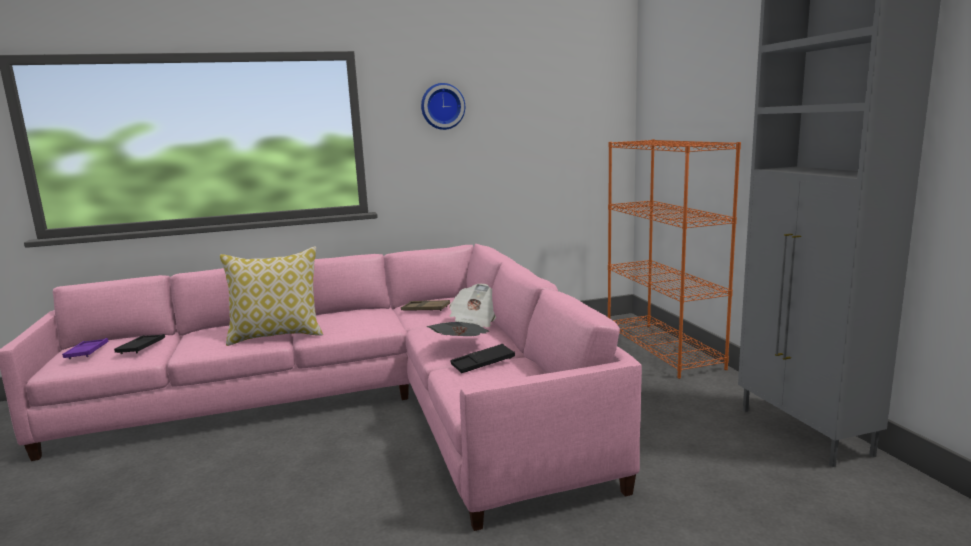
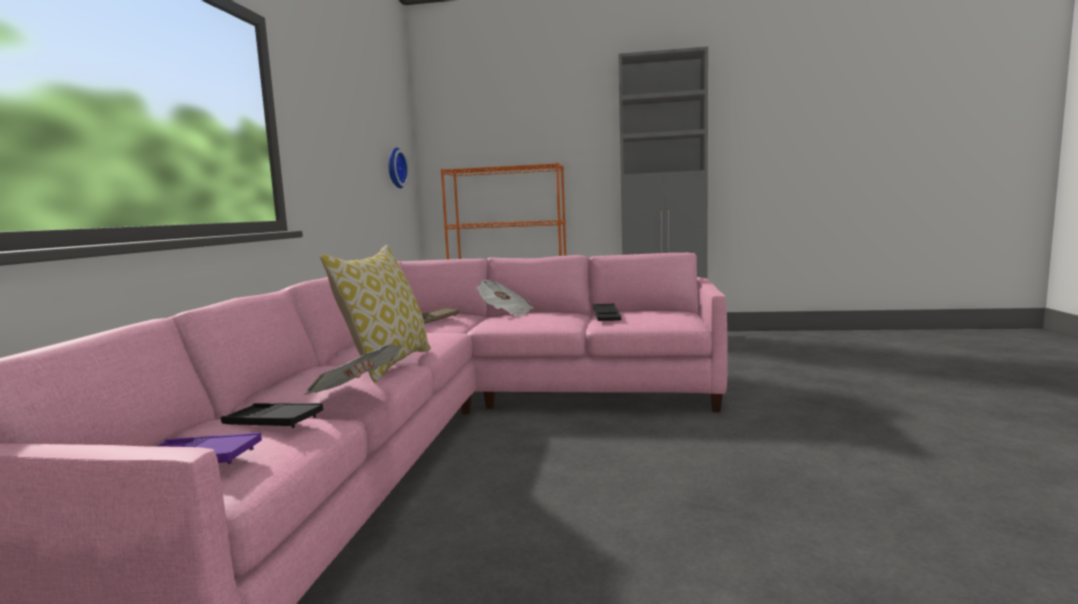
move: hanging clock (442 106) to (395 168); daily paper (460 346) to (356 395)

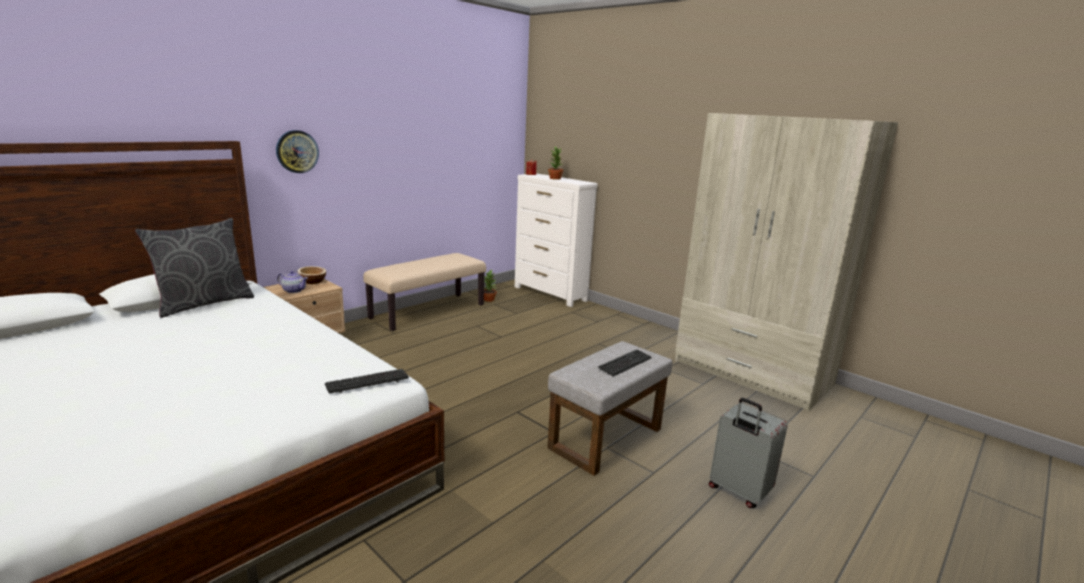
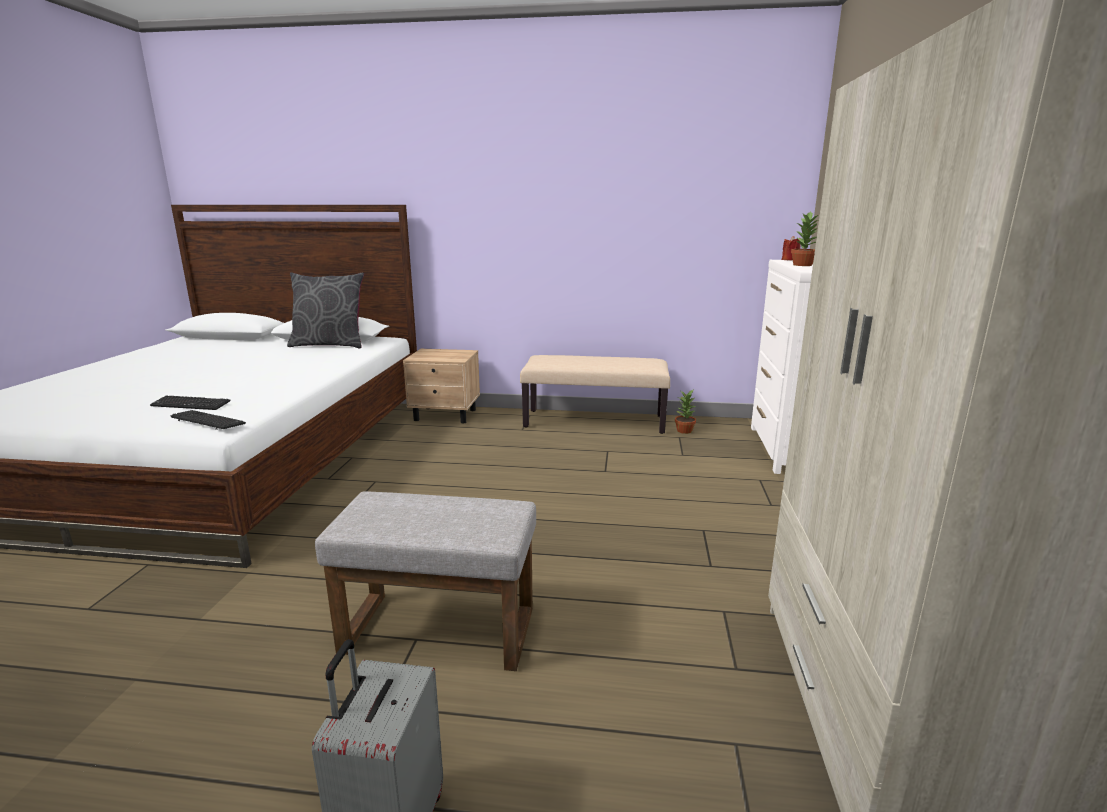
delete: hanging clock (297 151); deep dish (312 281); tea pot (293 291)
move: computer keyboard (625 364) to (191 404)

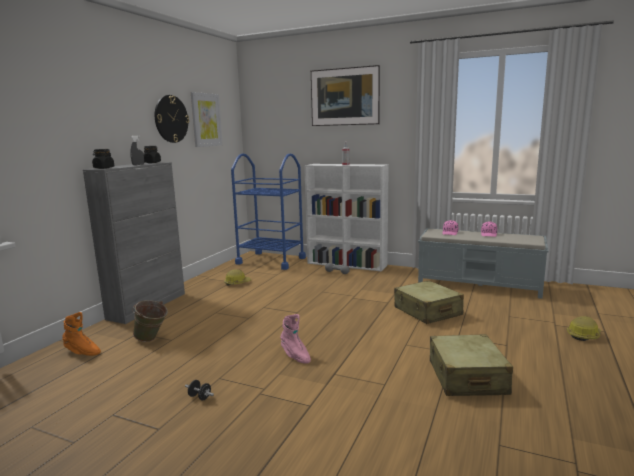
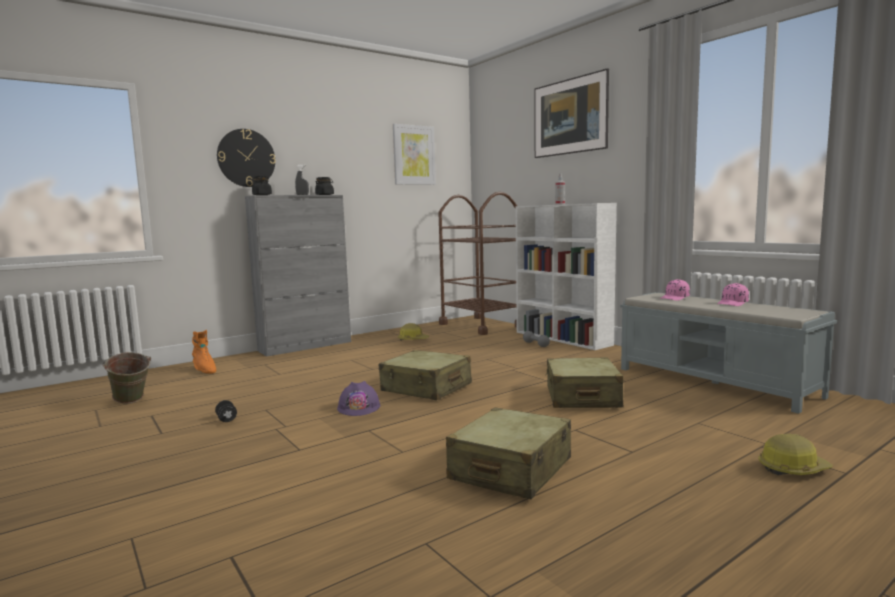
insert: sand-coloured piece of luggage (426 388)
move: hanging clock (171 119) to (246 158); green bucket (152 339) to (131 402)
replace: pink-coloured high-top boot (295 356) to purple-coloured safety helmet (359 407)
recolor: bluish trolley (271 260) to brownish trolley (480 325)

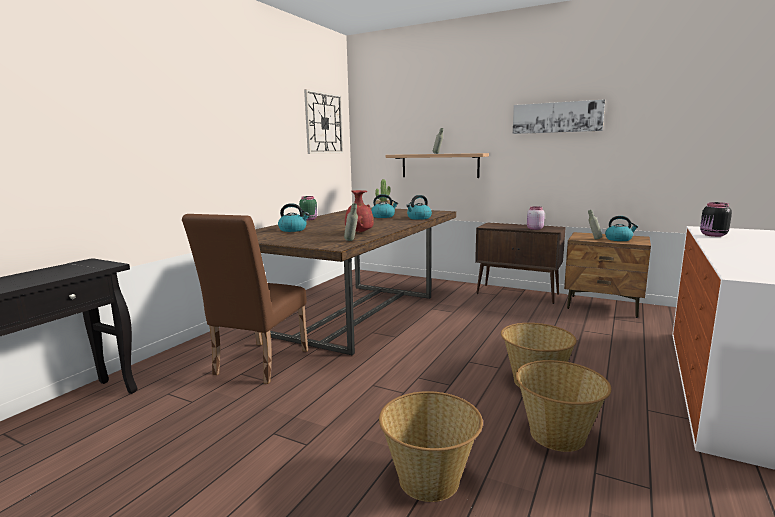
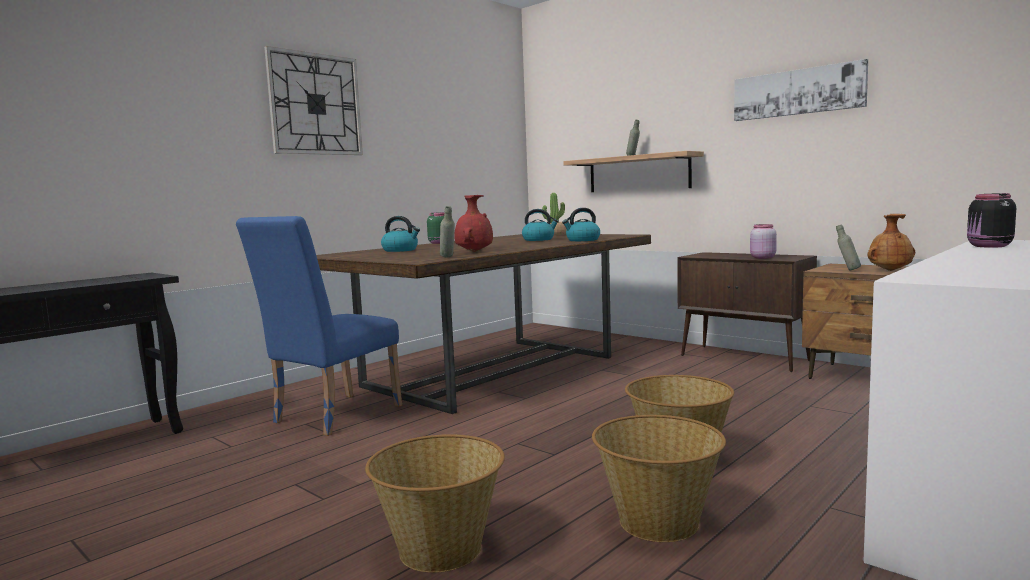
move: hanging clock (324 123) to (315 104)
replace: kettle (619 239) to brownish vase (889 270)
recolor: brownish plain chair (257 365) to bluish plain chair (330 416)

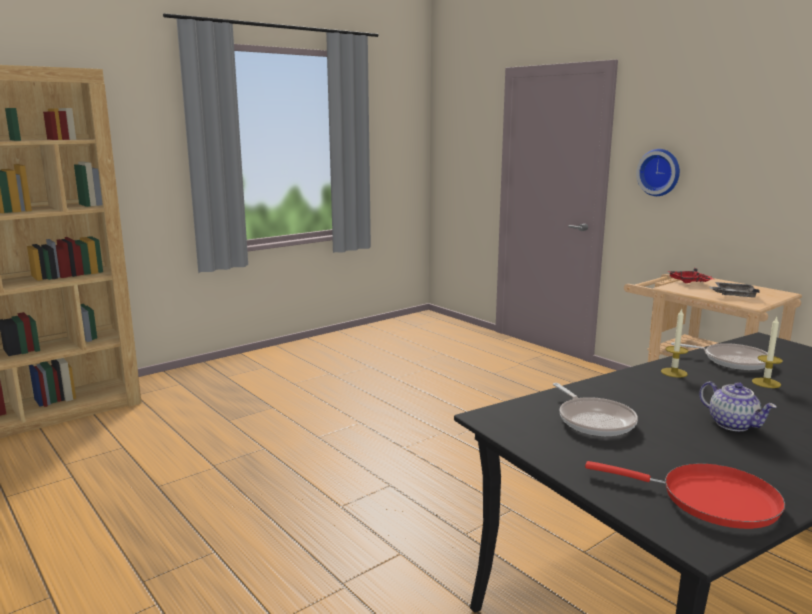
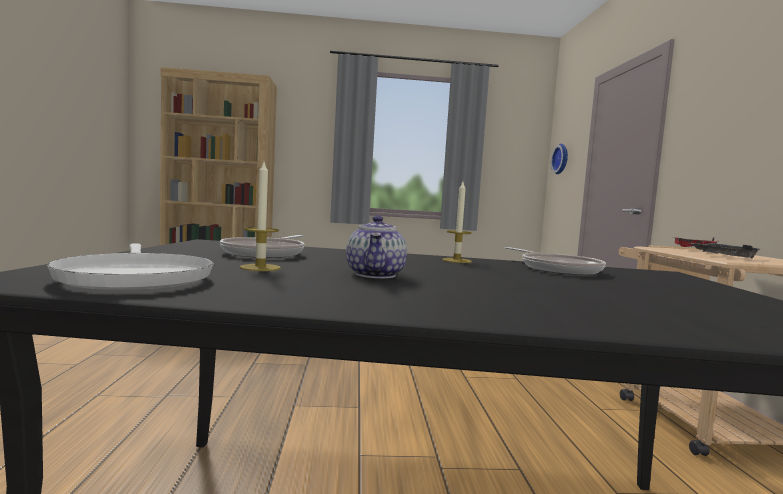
move: hanging clock (660 172) to (562 159); wax candle (766 383) to (260 267)
recolor: red-coloured pan (710 500) to whitish pan (135 277)

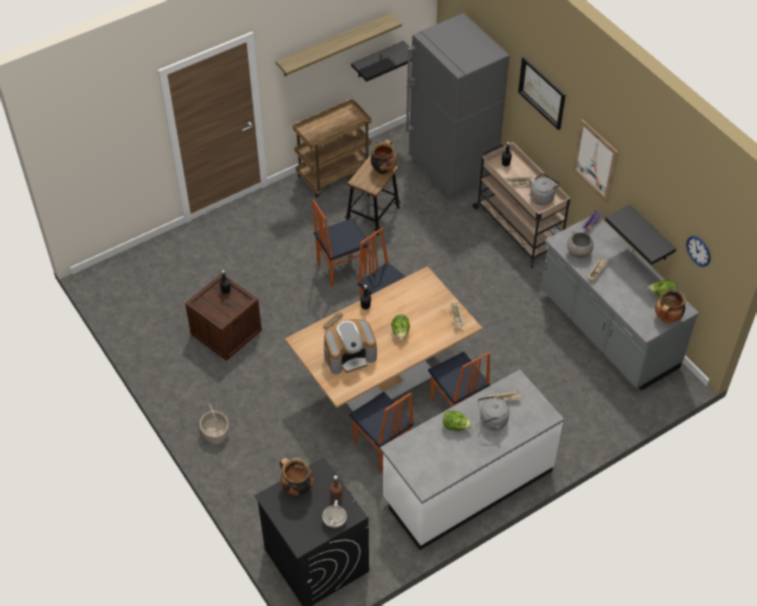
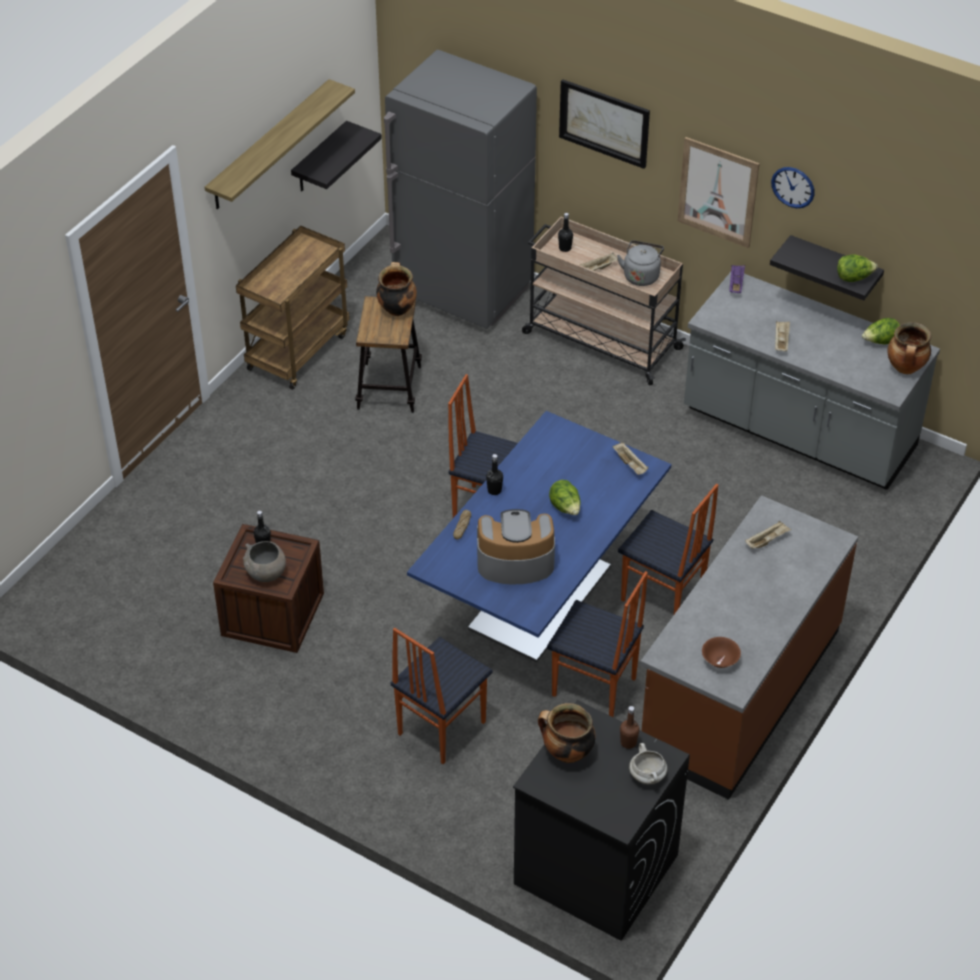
delete: gray kettle (491 421); storage basket (215 432)
insert: brownish deep dish (719 660)
move: plain chair (341 268) to (440 728); gray deep dish (578 253) to (266 574); hanging clock (698 251) to (793 187); head of lettuce (455 426) to (854 278)
recolor: brownish kitchen table (383 379) to bluish kitchen table (540 597); whitish kitchen counter (467 484) to brownish kitchen counter (739 691)
rotate: coffee machine (350 355) = (515 562) 135 degrees counterclockwise

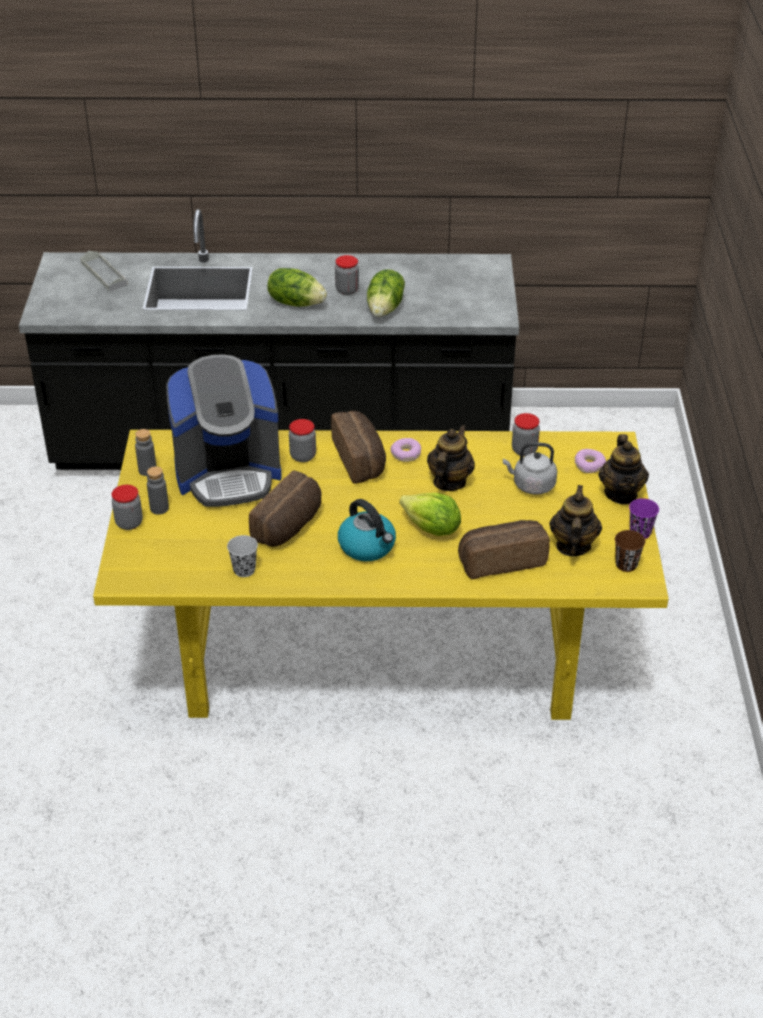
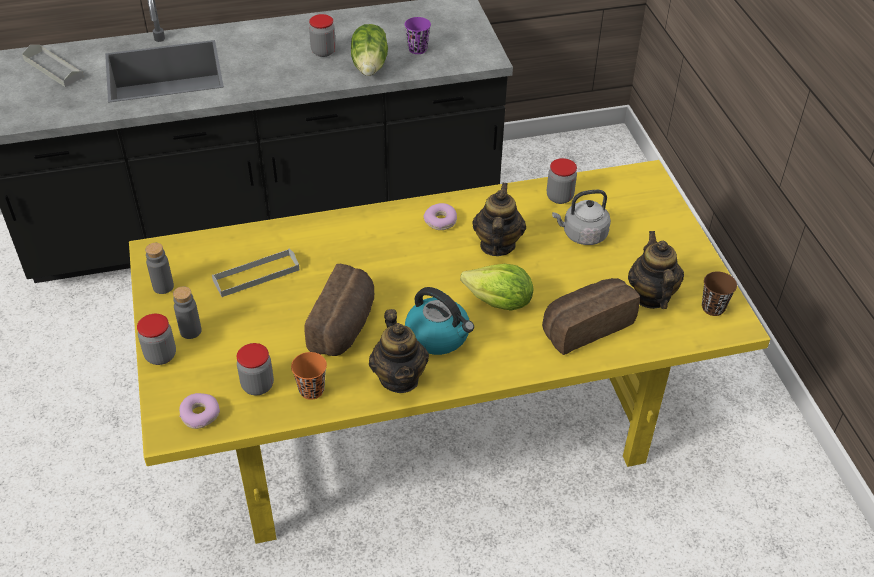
delete: head of lettuce (296 302); baked bread (361 459)
move: jar (303 456) to (257 385); tea pot (621 494) to (399 378); doughnut (589 465) to (200 414); purple-coloured cup (640 532) to (417 49)
replace: coffee machine (228 473) to gray tray (256 275)
recolor: blackish cup (244 570) to orangey cup (311 390)

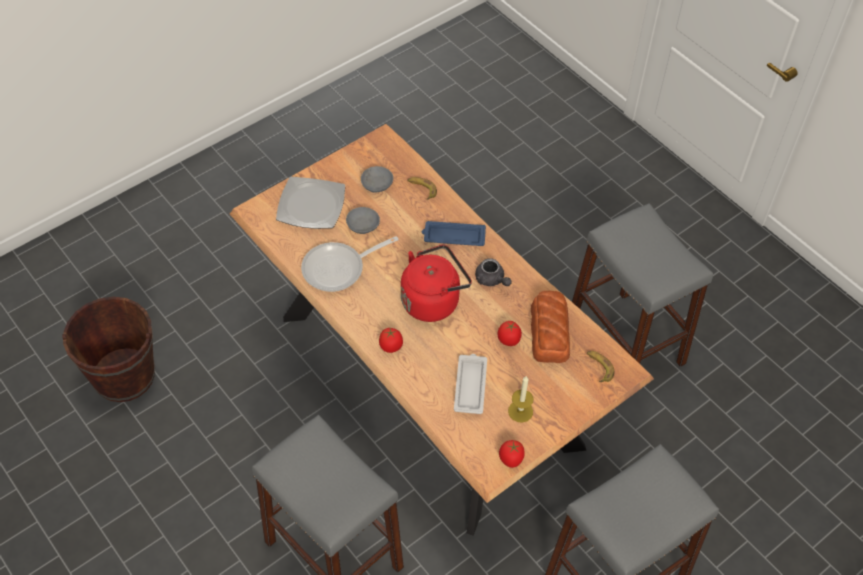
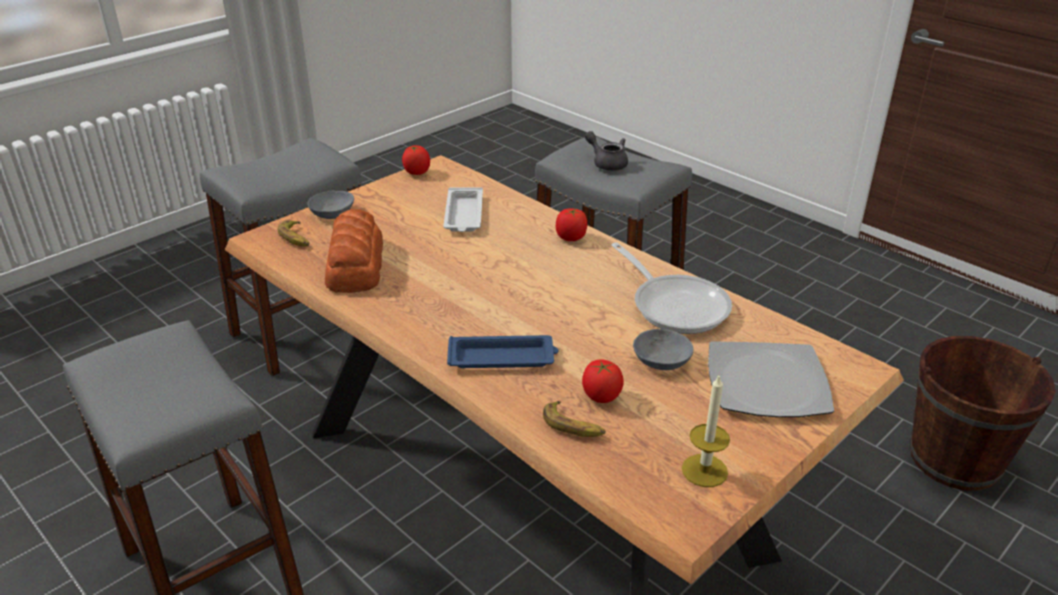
delete: red-coloured kettle (433 300)
move: gray deep dish (377 185) to (332 212); gray tea pot (491 280) to (607 163); tomato (509 340) to (601 396); wax candle (520 411) to (704 470)
rotate: pan (339 269) = (675 305) 90 degrees clockwise

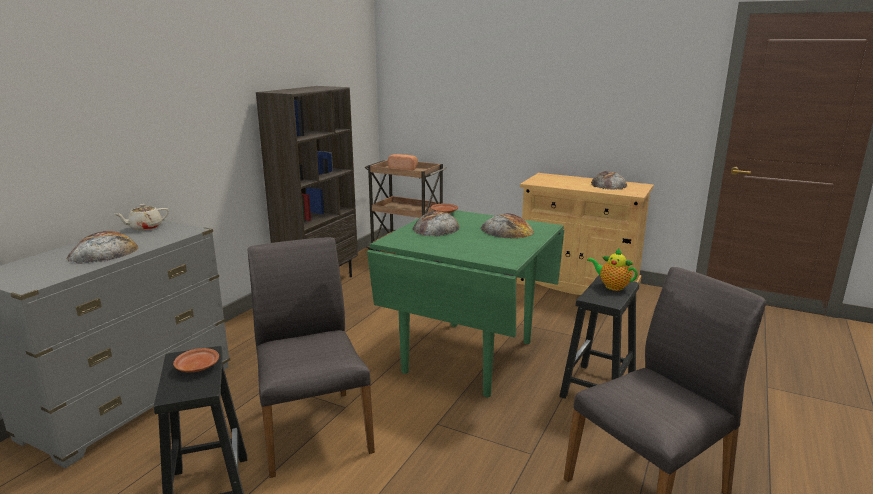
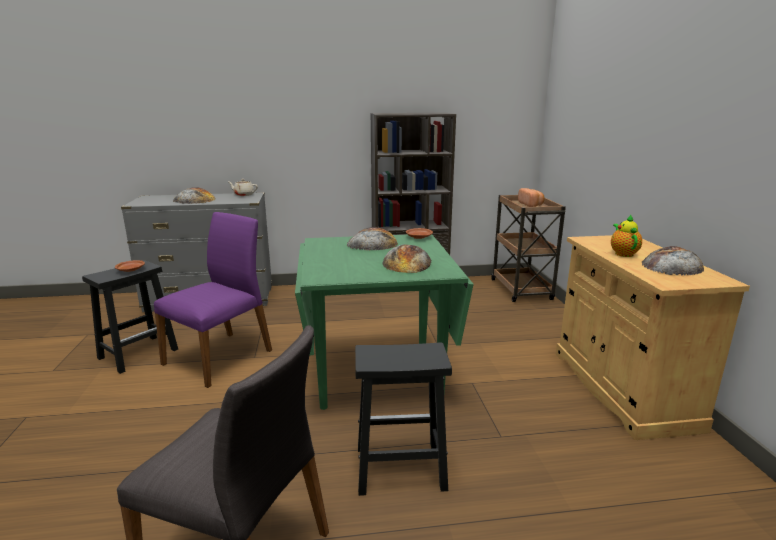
move: tea pot (612 286) to (623 253)
recolor: gray plain chair (313 429) to purple-coloured plain chair (220 357)

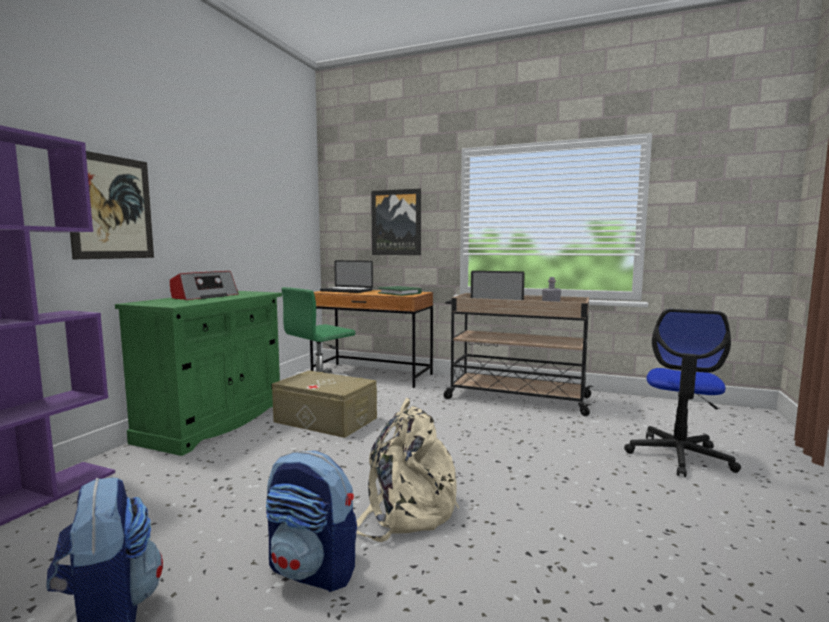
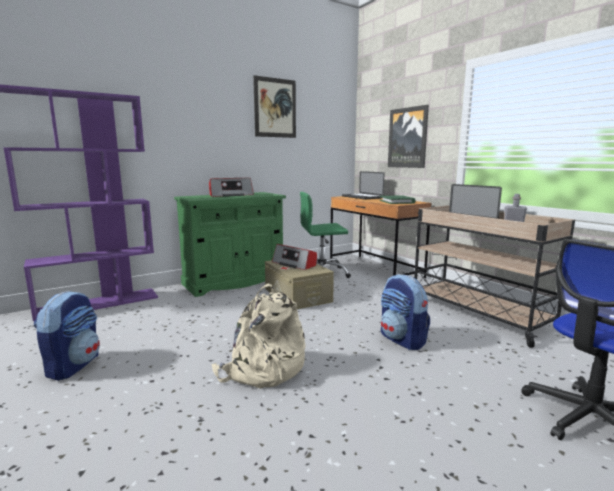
insert: radio receiver (294 264)
move: wall picture (111 207) to (275 108); rucksack (313 570) to (402 340)

